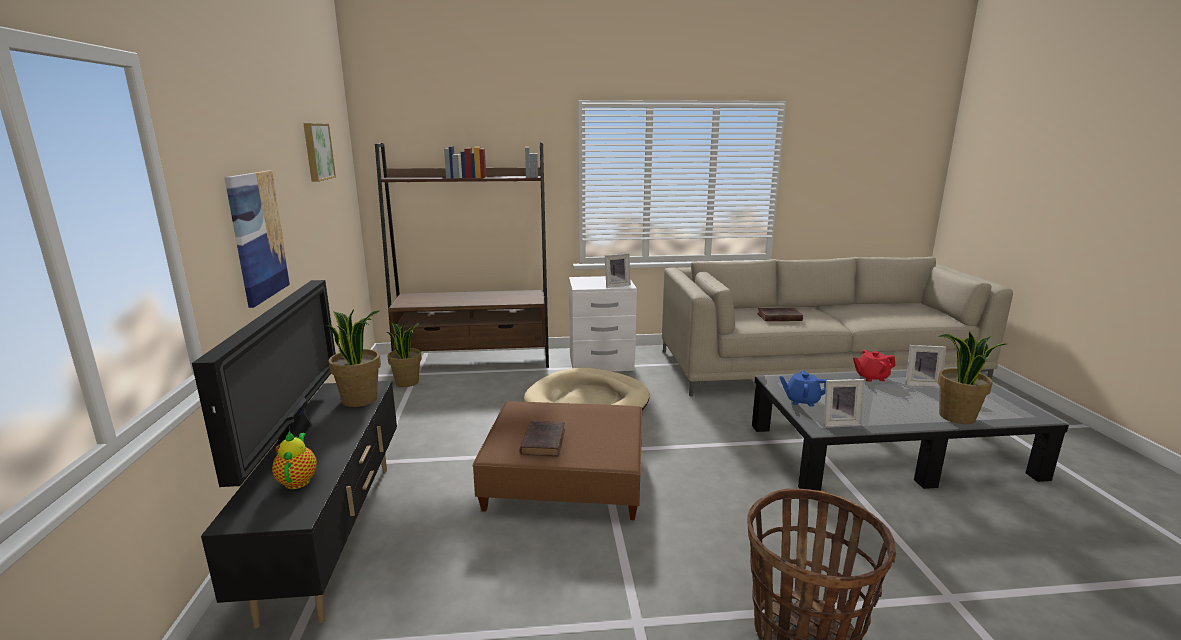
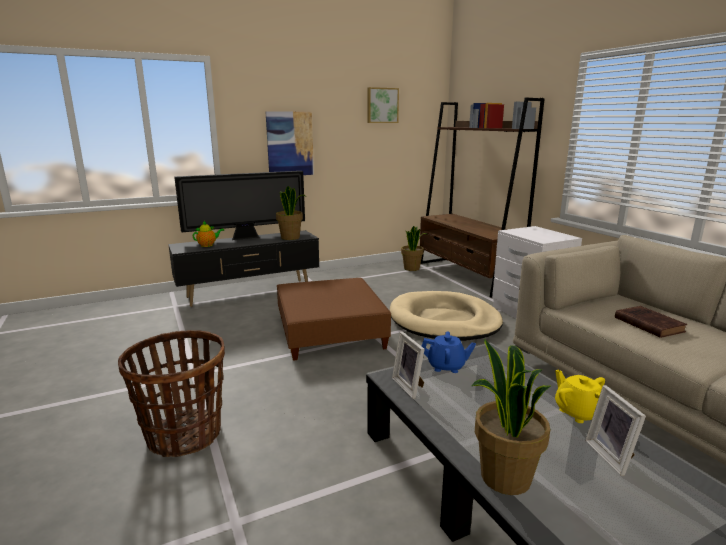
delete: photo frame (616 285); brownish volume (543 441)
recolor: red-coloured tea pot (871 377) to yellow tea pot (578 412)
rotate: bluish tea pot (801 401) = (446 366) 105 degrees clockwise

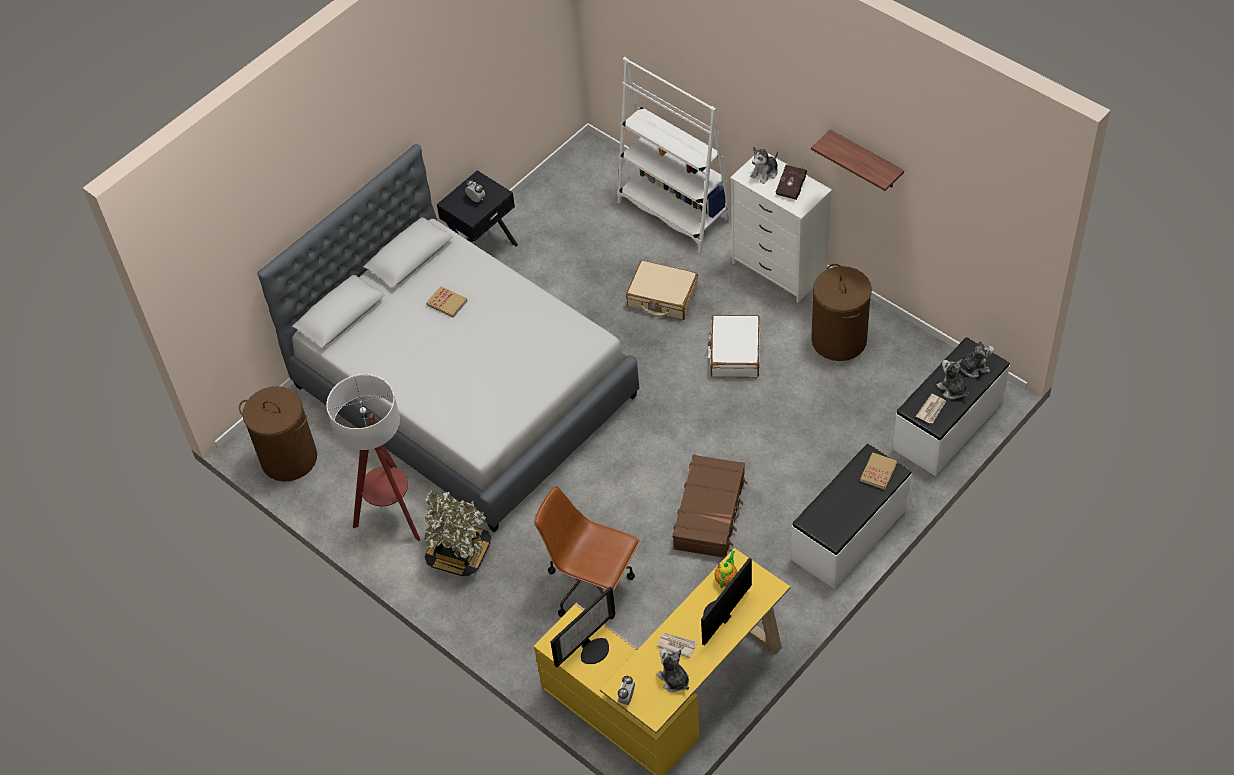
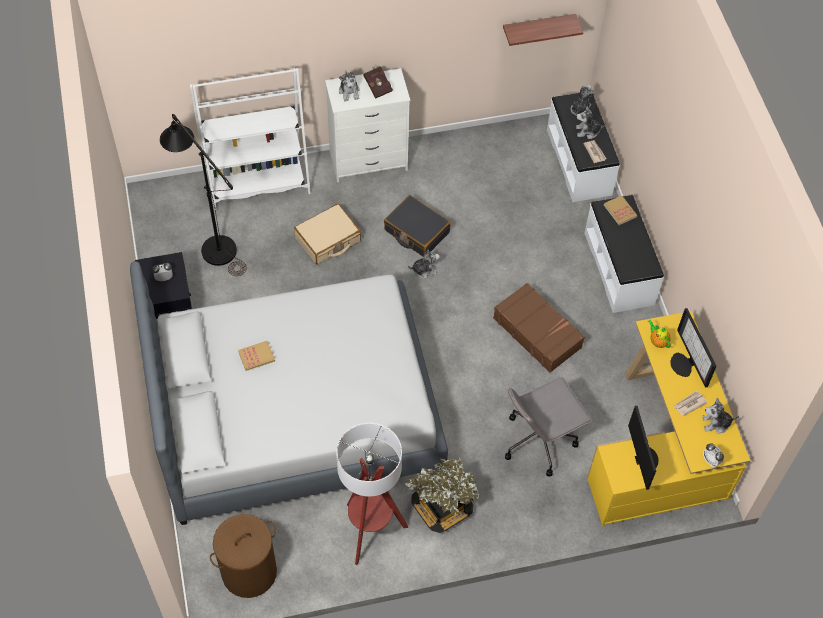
delete: brownish laundry basket (839 340)
insert: blackish standard lamp (212 244); cuddly toy (424 270)
move: bracket shelf (866 160) to (538 28)
recolor: whitish piece of luggage (734 353) to blackish piece of luggage (416 232); brownish desk chair (592 586) to gray desk chair (540 440)

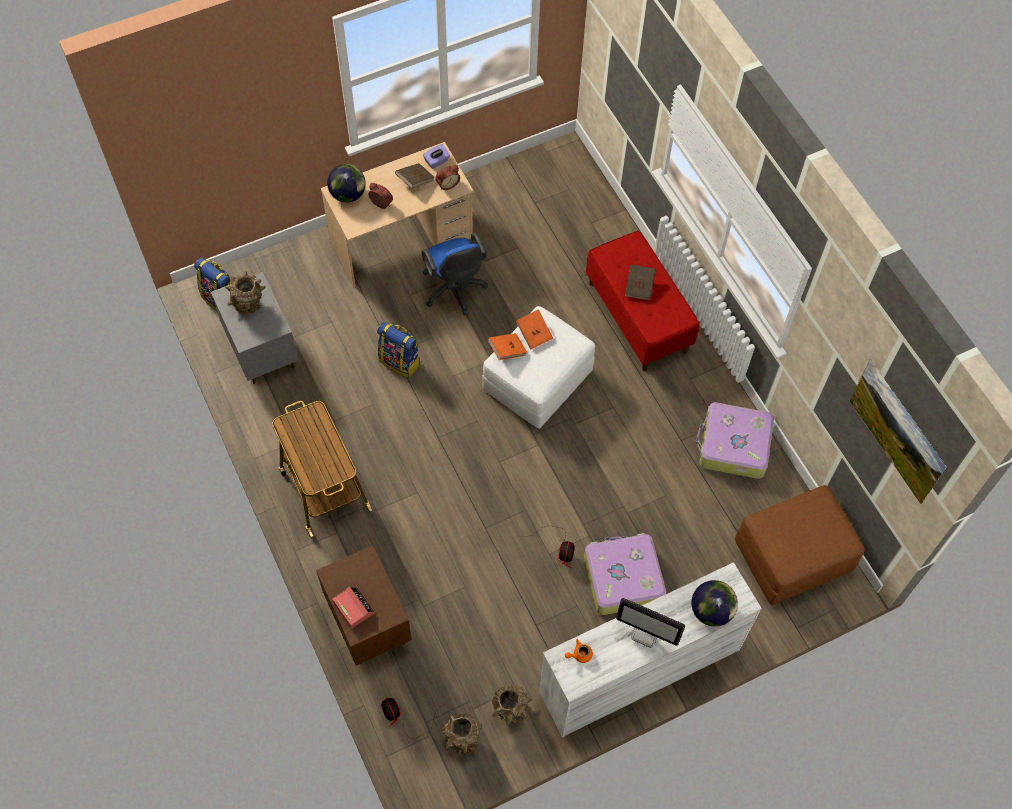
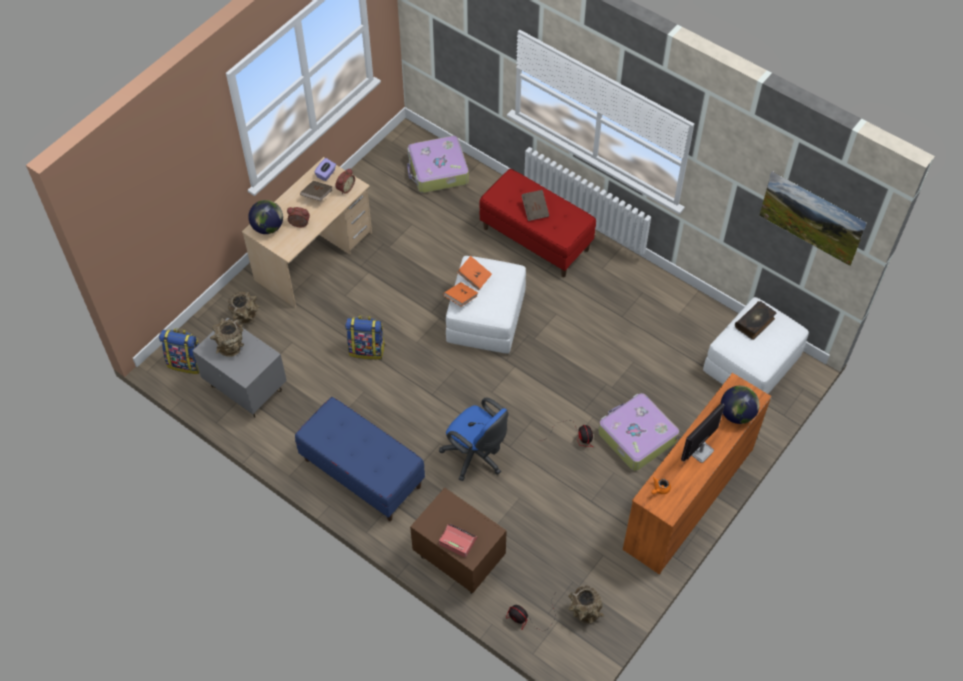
insert: volume (755 323)
move: bluish desk chair (454 291) to (476 456); piece of luggage (733 446) to (437 171); brownish vase (510 711) to (246 318)
replace: trolley (324 488) to bluish indoor bench (362 473)
recolor: brownish ottoman (792 556) to whitish ottoman (751 365); whitish chest of drawers (638 670) to orangey chest of drawers (687 498)
rotate: computer screen (646 633) = (699 451) 135 degrees clockwise

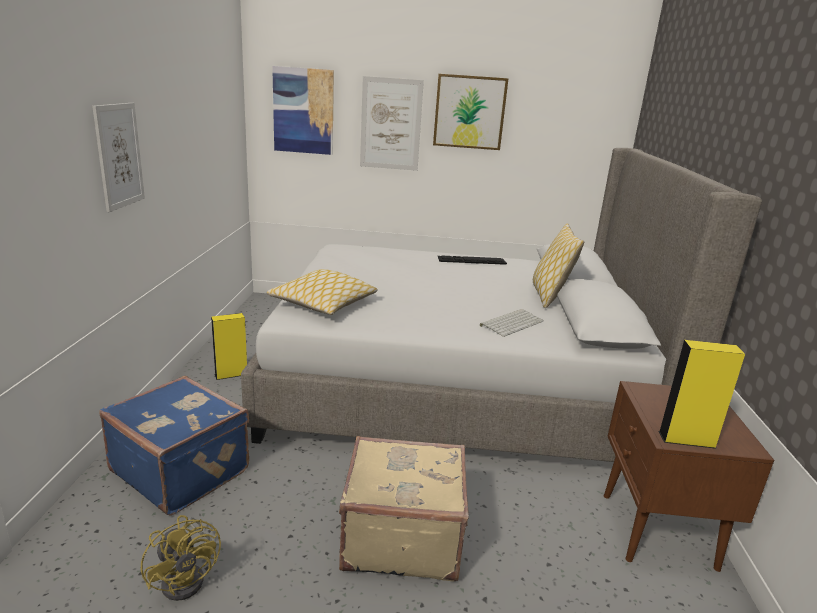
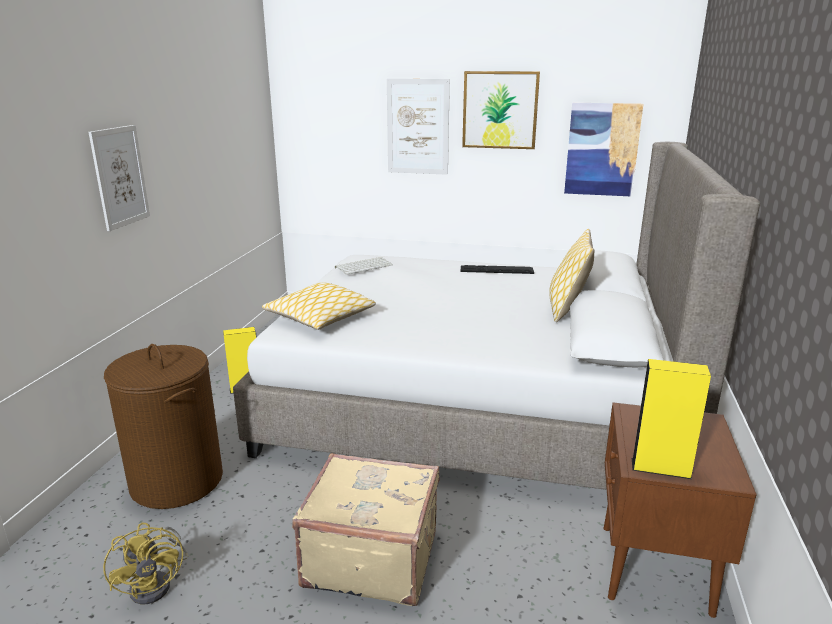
move: wall picture (303 111) to (602 149); computer keyboard (511 323) to (364 266)
replace: bluish piece of luggage (182 470) to brownish laundry basket (176 481)

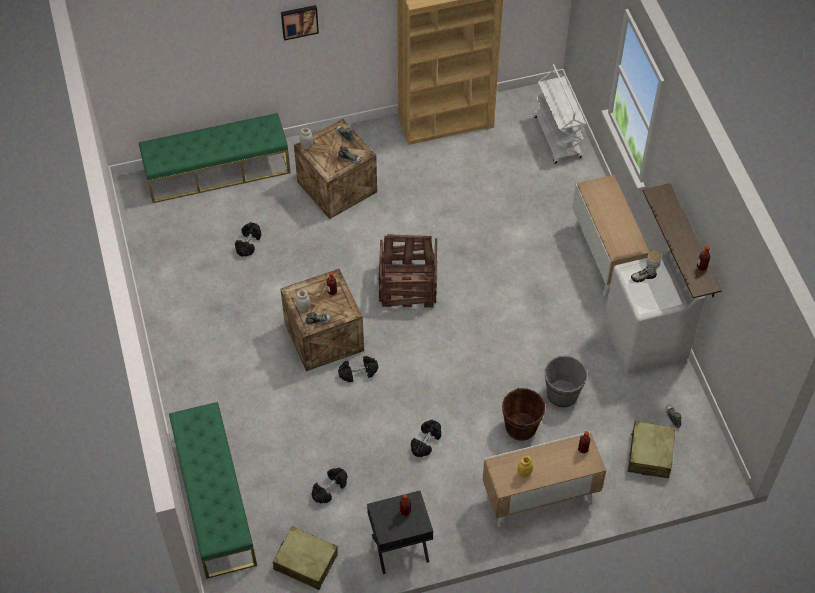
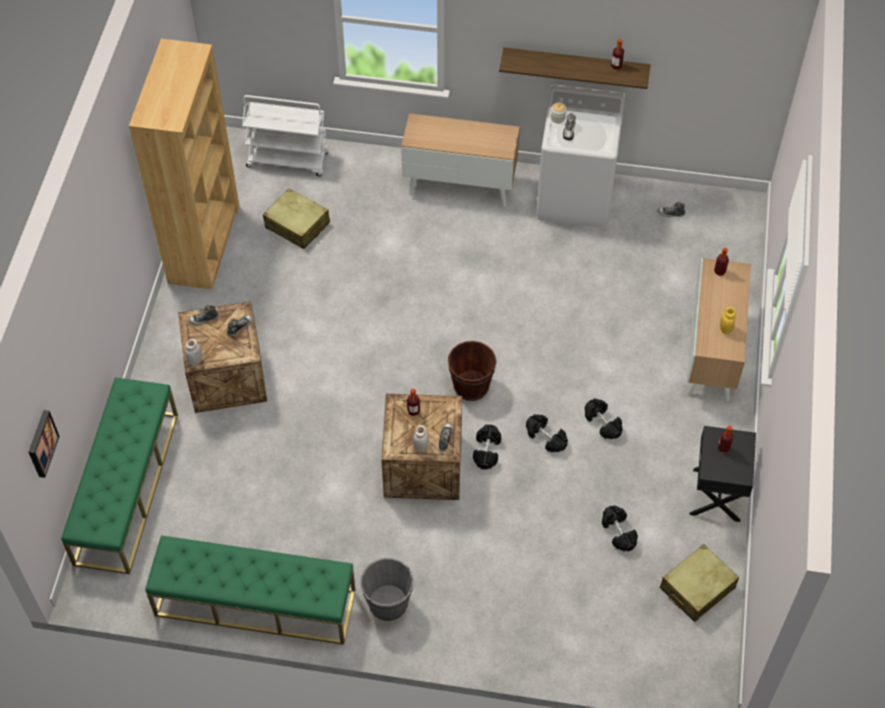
delete: packing crate (409 285)
move: wall picture (299 21) to (41 443); blackish free weight (248 243) to (545 438); gray bucket (562 394) to (388 603); brownish bucket (521 427) to (471 386); green indoor bench (214 499) to (255 603); sand-coloured piece of luggage (650 454) to (297 225)

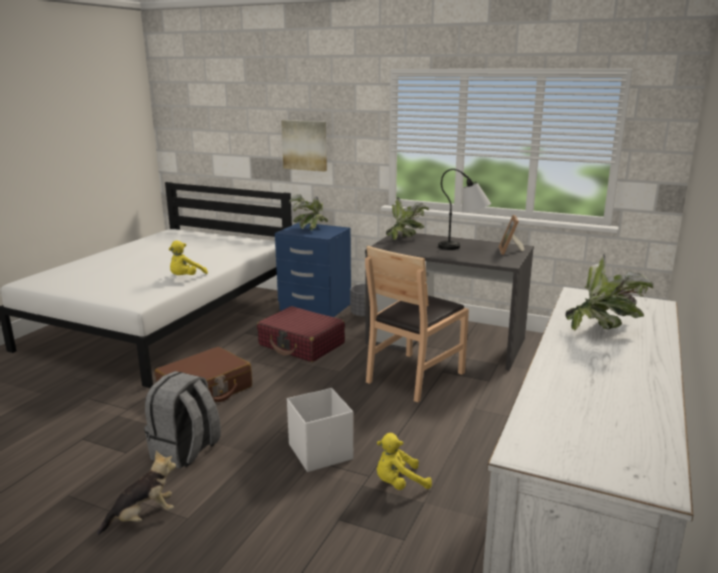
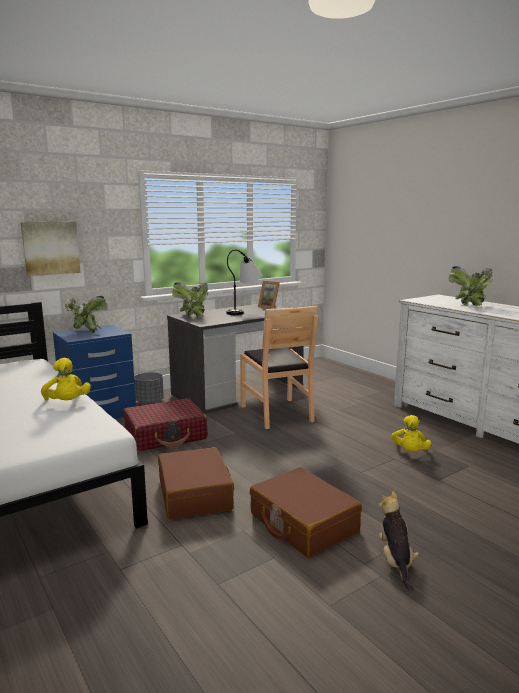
delete: whitish storage box (320 451)
replace: gray rucksack (186 452) to brownish piece of luggage (302 523)

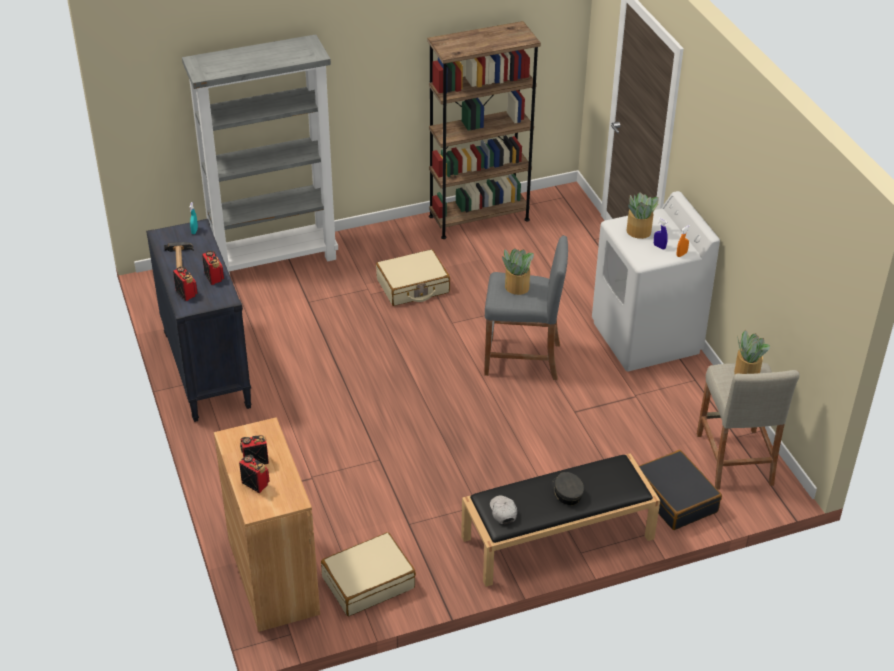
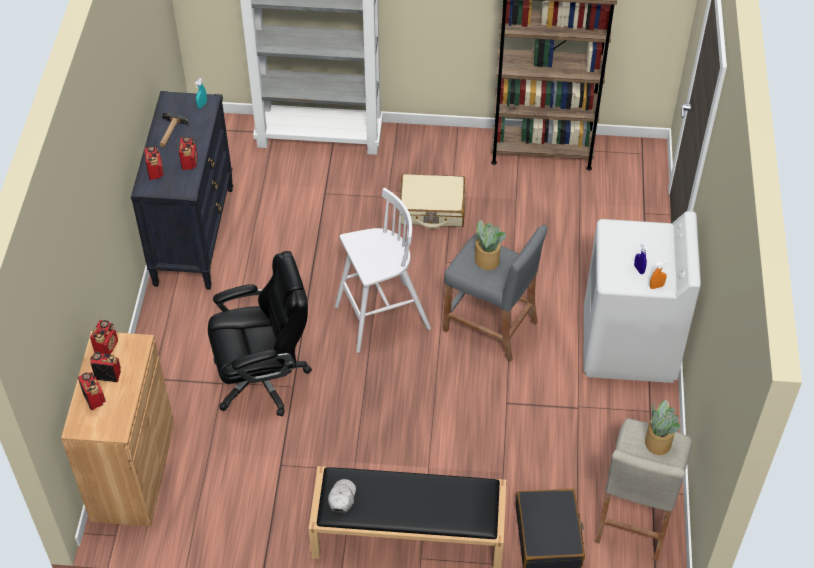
delete: houseplant (639 231); gray peaked cap (566 492); sand-coloured piece of luggage (368 582)
insert: whitish sitting stool (380 318); blackish desk chair (263 378); radio receiver (106 346)

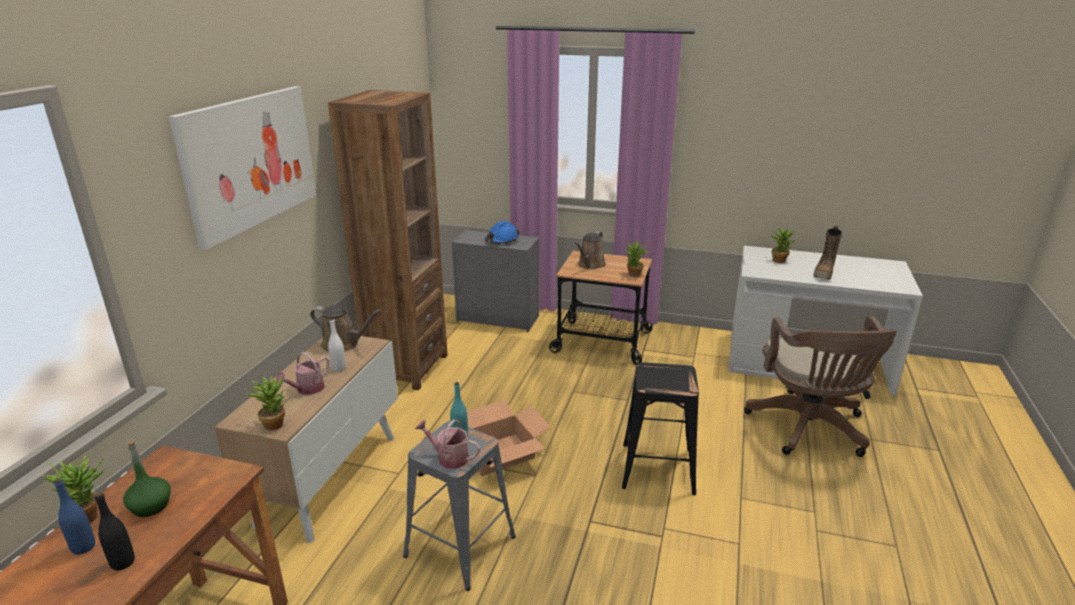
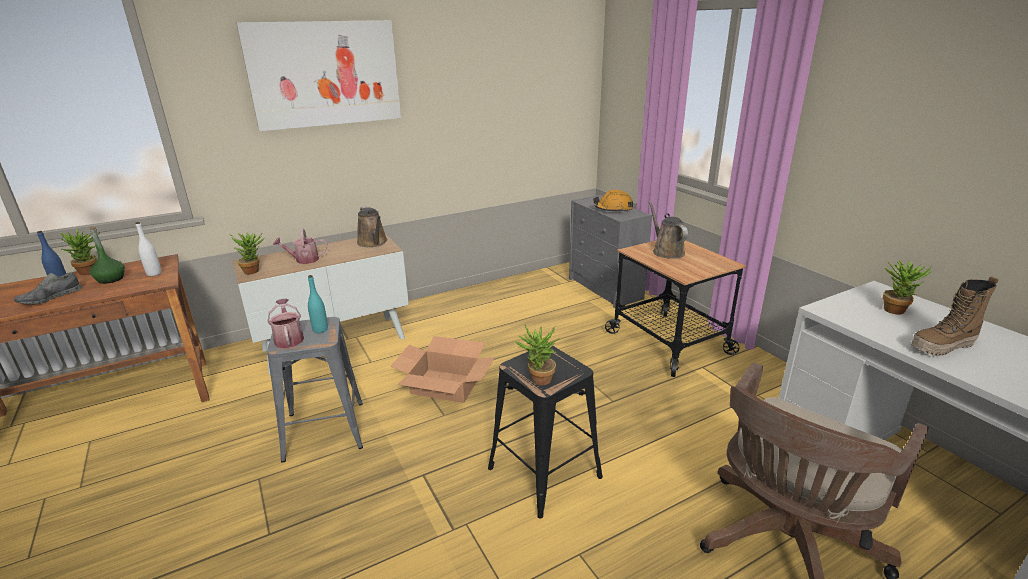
delete: brownish bookcase (406 367)
move: houseplant (634 275) to (538 381); whitish bottle (339 368) to (154 273)
replace: blackish bottle (123 562) to gray item of footwear (50 298)
recolor: bluish safety helmet (501 240) to orangey safety helmet (613 209)
rotate: brownish watering pot (590 265) = (666 251) 90 degrees clockwise

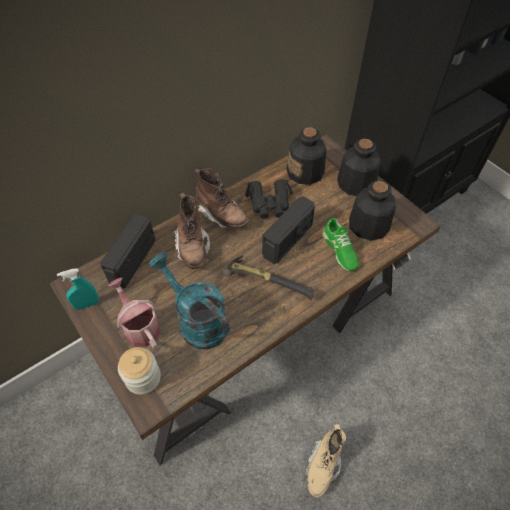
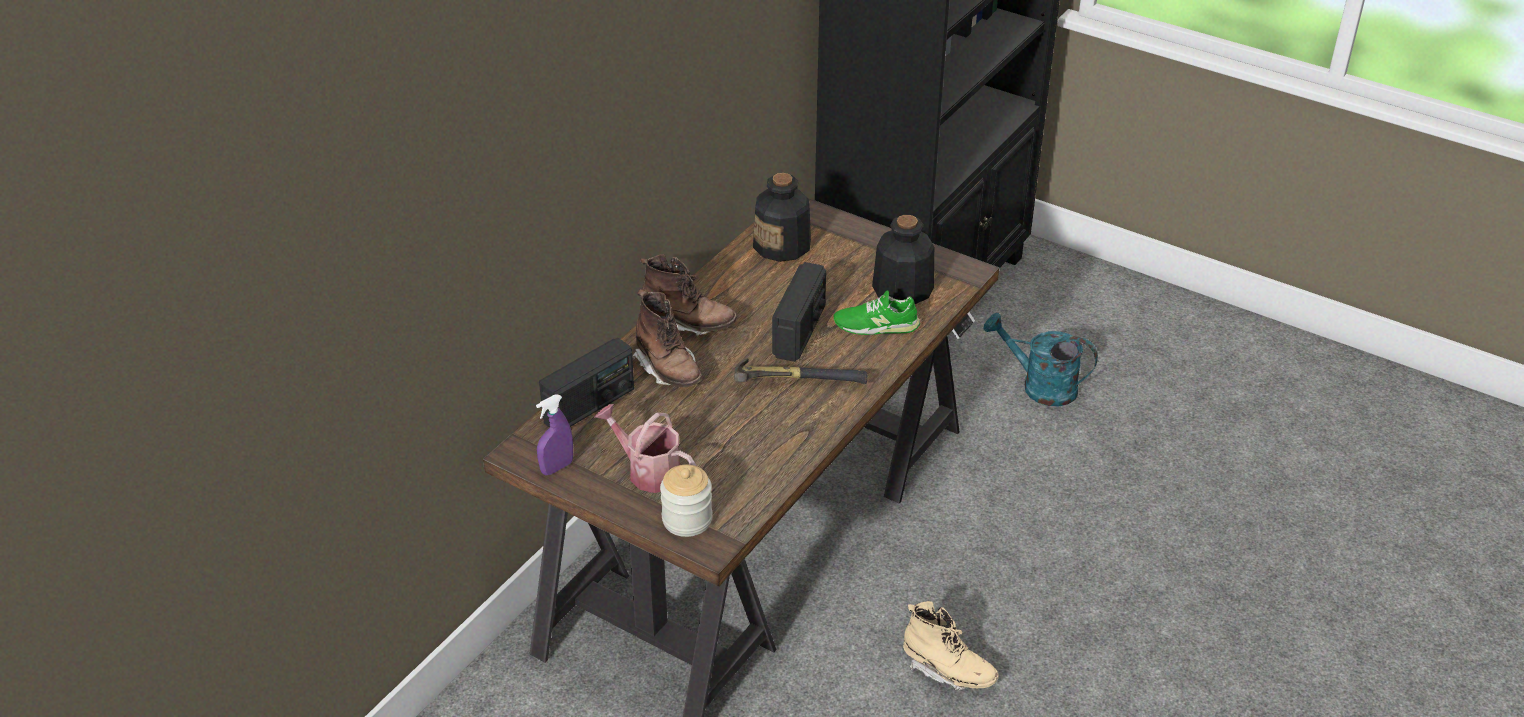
delete: bottle (355 183); blackish pair of binoculars (269 203)
move: turquoise-coloured watering pot (197 321) to (1039 386)
recolor: turquoise-coloured hand sprayer (87 304) to purple-coloured hand sprayer (557 467)
rotate: radio receiver (132 261) = (590 406) 135 degrees counterclockwise; green item of footwear (339 249) = (876 325) 135 degrees clockwise; sand-coloured high-top boot (323 465) = (948 671) 60 degrees counterclockwise

